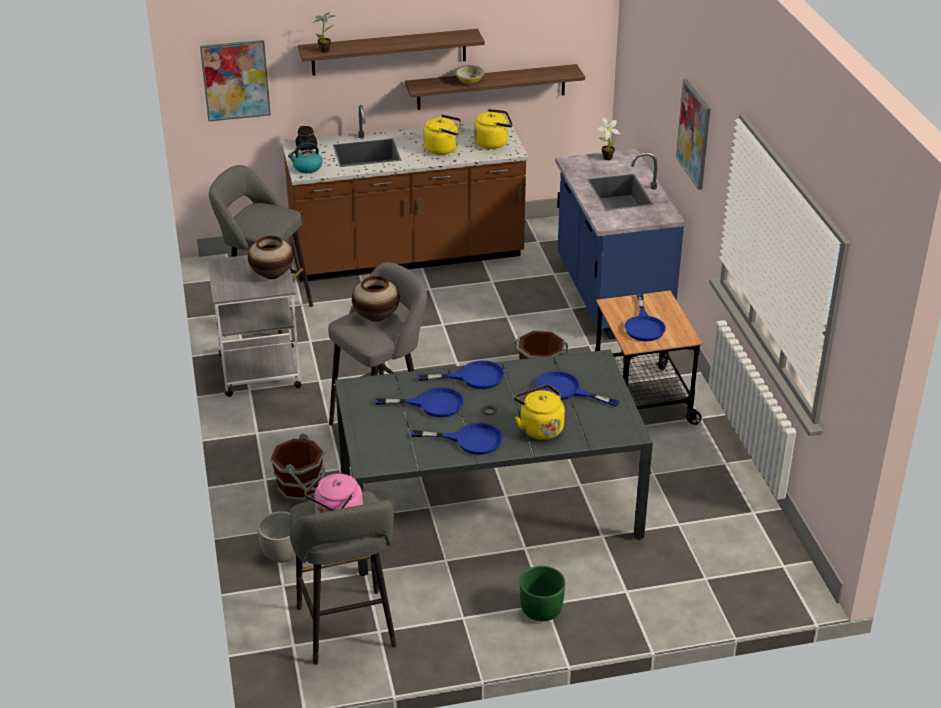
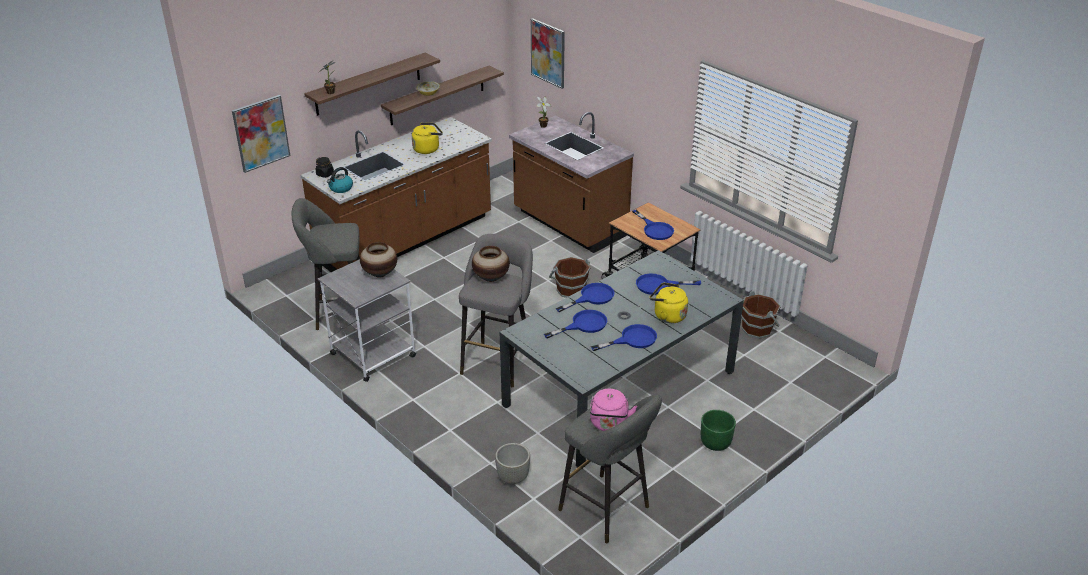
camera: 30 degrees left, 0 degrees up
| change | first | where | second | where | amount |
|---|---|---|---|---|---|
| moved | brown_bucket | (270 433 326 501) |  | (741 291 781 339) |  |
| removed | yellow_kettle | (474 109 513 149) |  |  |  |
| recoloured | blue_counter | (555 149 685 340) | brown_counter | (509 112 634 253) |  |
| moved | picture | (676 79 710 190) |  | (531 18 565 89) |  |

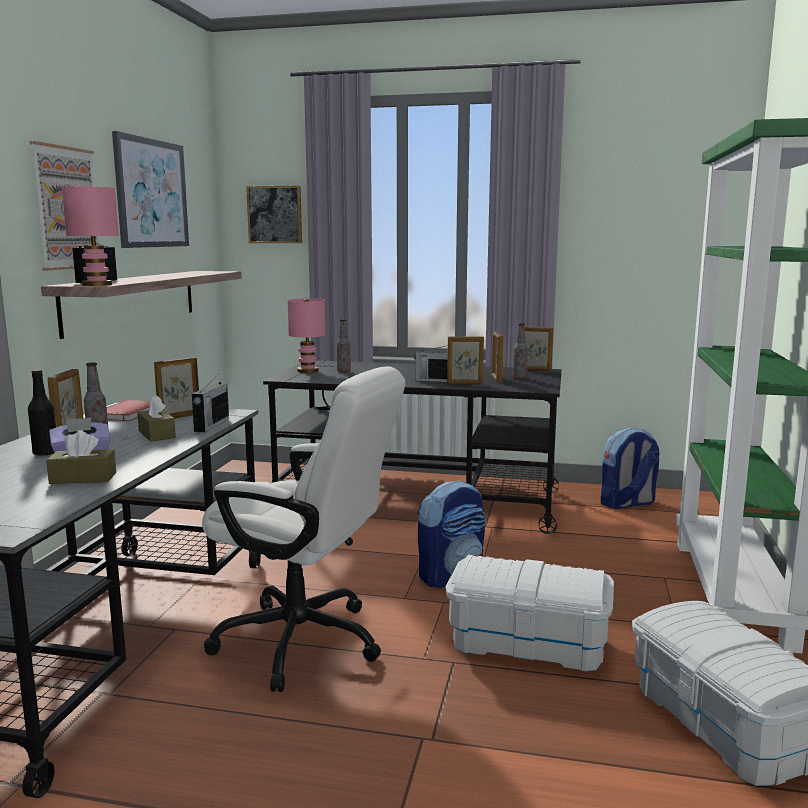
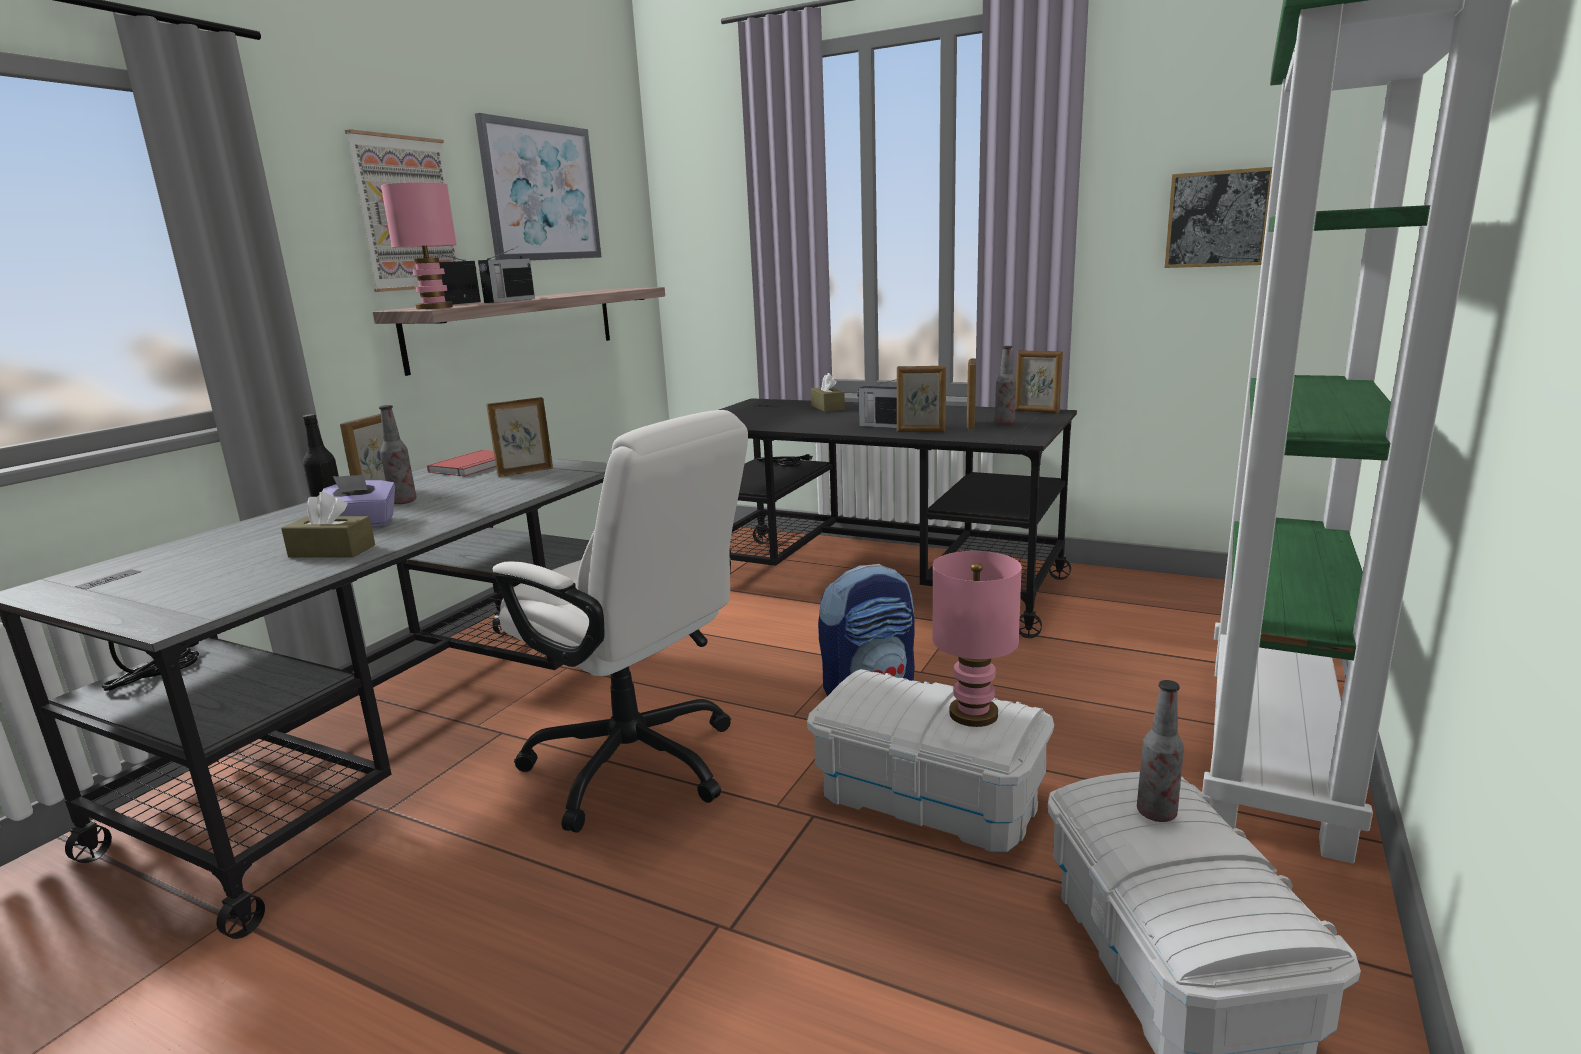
camera: 15 degrees right, 5 degrees up
| change | first | where | second | where | amount |
|---|---|---|---|---|---|
| moved | brown_tissue_box | (137 395 176 442) |  | (811 373 845 412) |  |
| moved | radio | (192 376 229 432) |  | (478 247 535 303) |  |
| moved | picture | (246 185 302 243) |  | (1165 167 1272 268) |  |
| moved | pink_table_lamp | (287 298 326 373) |  | (932 551 1022 727) |  |
| moved | bottle | (337 319 351 373) |  | (1137 680 1184 822) |  |
| removed | backpack | (601 428 660 509) |  |  |  |

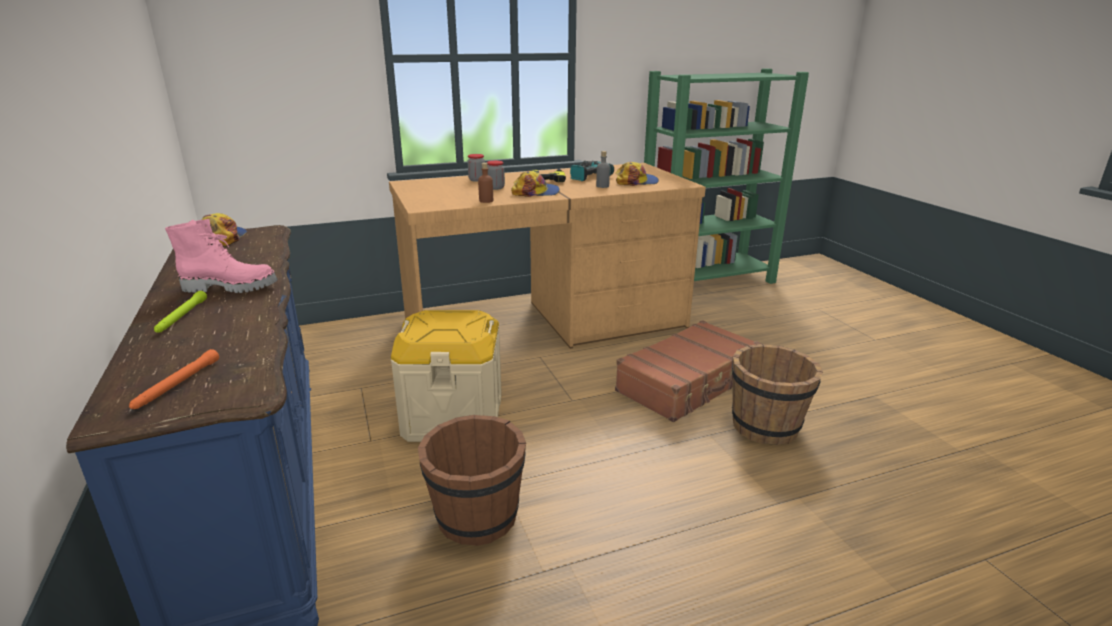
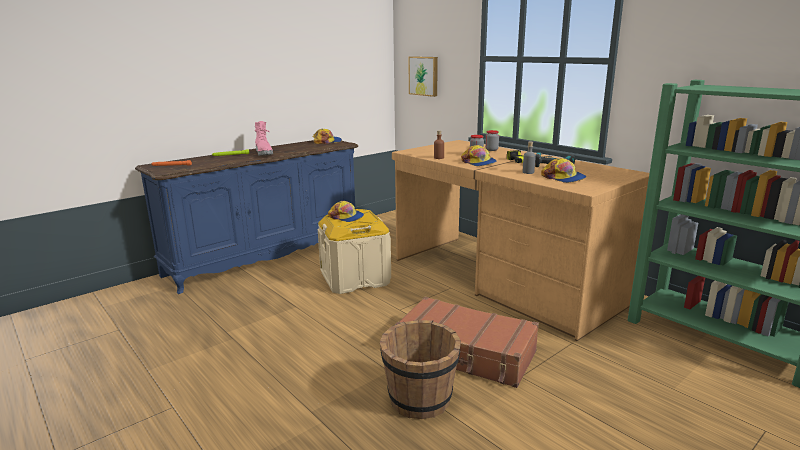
camera: 70 degrees right, 5 degrees down
| change | first | where | second | where | amount |
|---|---|---|---|---|---|
| removed | brown_bucket | (418 415 526 546) |  |  |  |
| added |  |  | cap | (328 201 364 222) |  |
| added |  |  | picture | (409 56 438 97) |  |

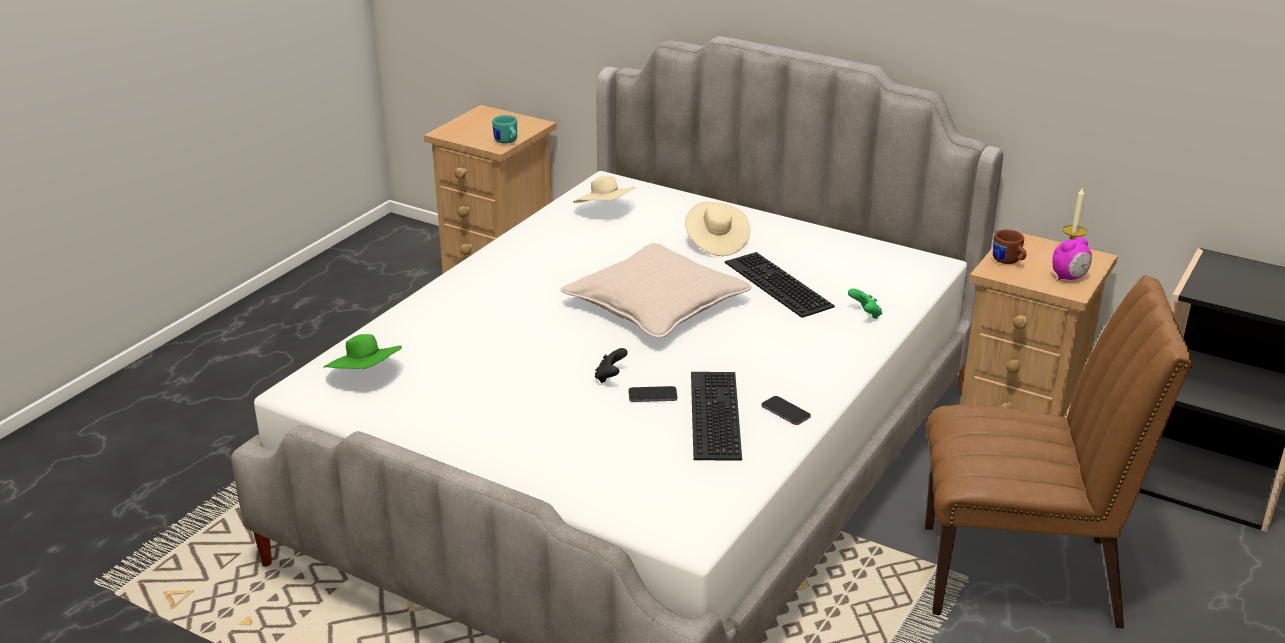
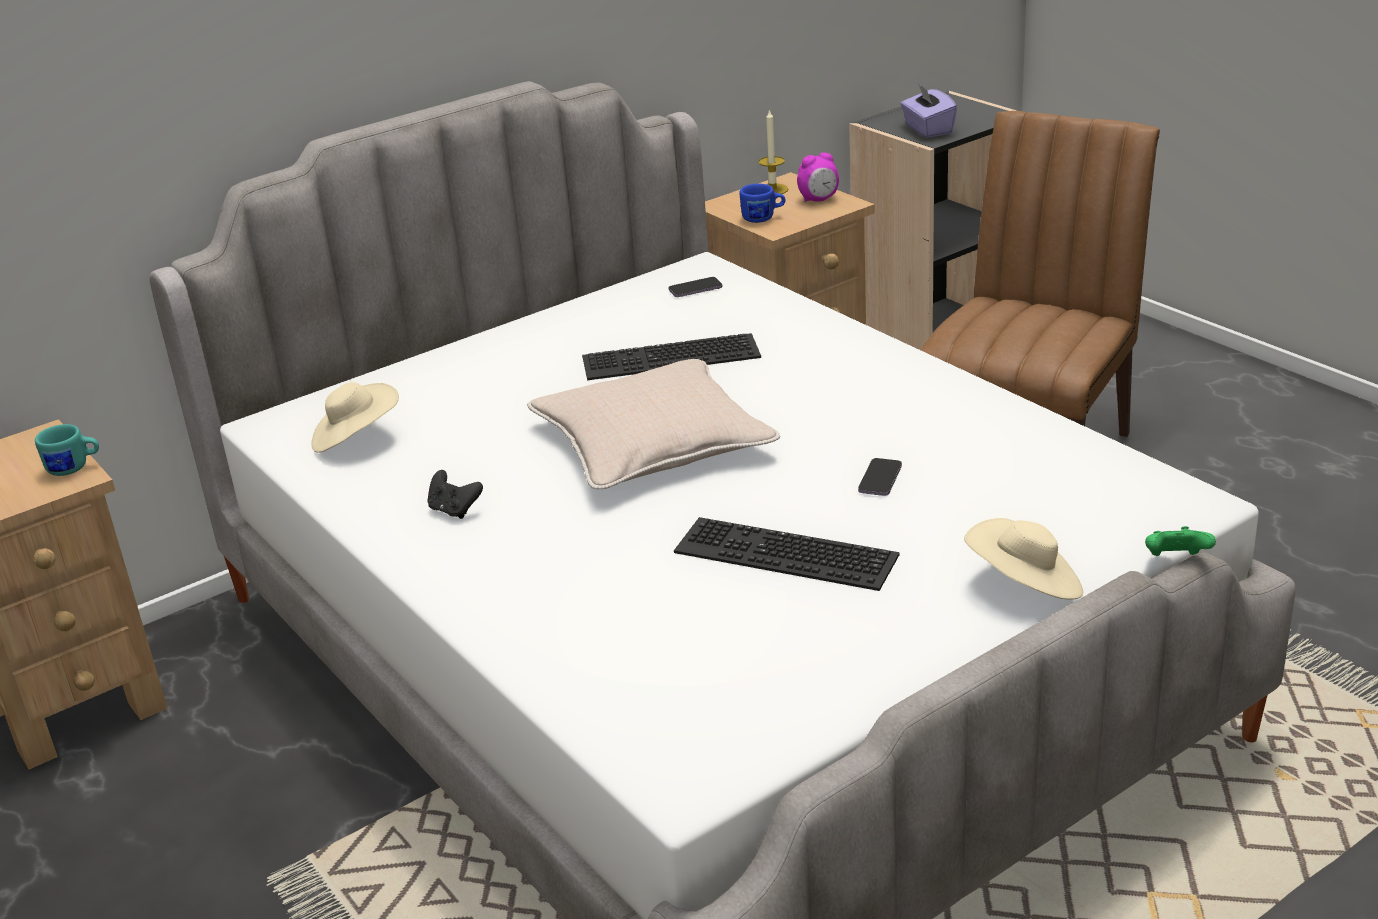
camera: 65 degrees left, 0 degrees up
| change | first | where | second | where | amount |
|---|---|---|---|---|---|
| removed | green_hat | (324 334 402 369) |  |  |  |
| moved | black_game_controller | (595 348 628 383) |  | (427 470 483 519) |  |
| moved | beige_hat | (685 202 750 256) |  | (964 518 1083 599) |  |
| moved | keyboard | (691 372 742 461) |  | (674 517 900 591) |  |
| moved | phone | (761 396 811 425) |  | (668 277 723 297) |  |
| moved | green_game_controller | (848 288 882 319) |  | (1145 526 1216 556) |  |
| recoloured | brown_mug | (993 230 1027 264) | blue_mug | (740 184 785 223) |  |
| turned | alarm_clock | (1052 237 1092 280) |  | (797 152 839 202) | 75 degrees clockwise |
| added |  |  | purple_tissue_box | (901 83 957 138) |  |

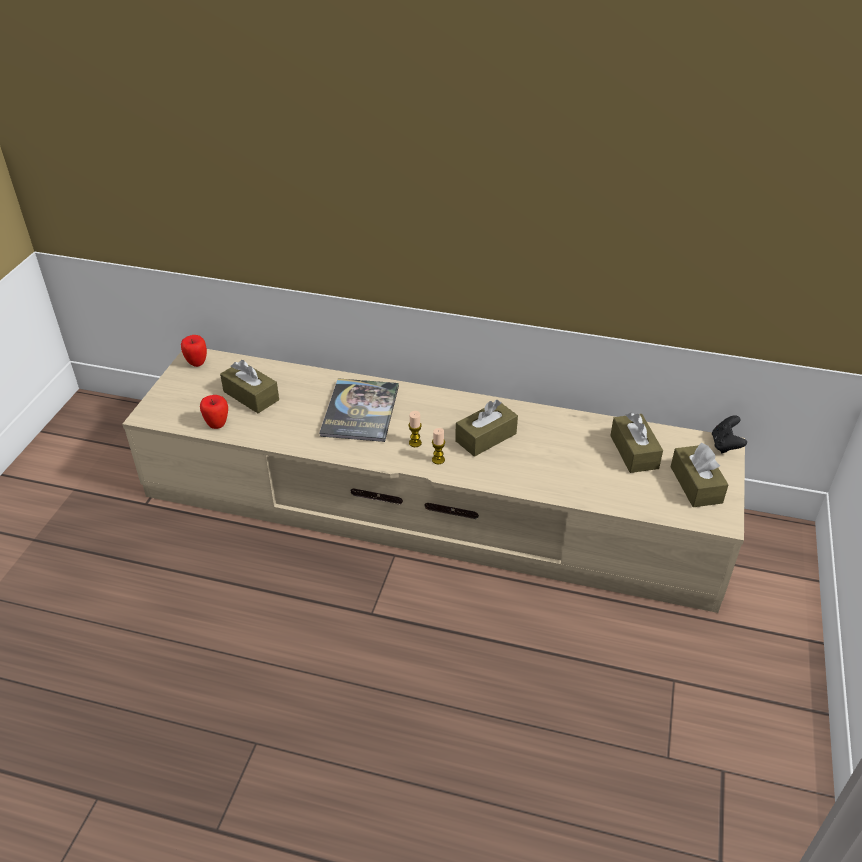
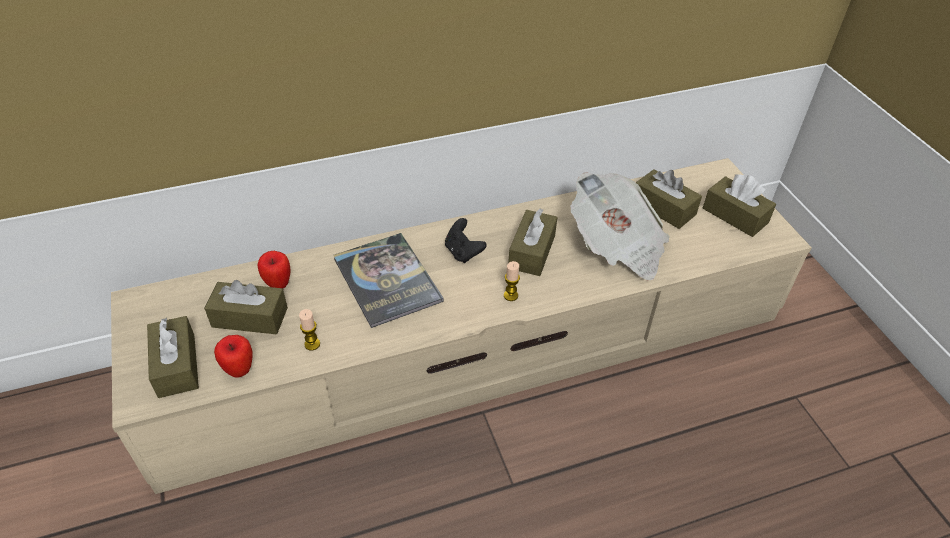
camera: 35 degrees left, 5 degrees up
| change | first | where | second | where | amount |
|---|---|---|---|---|---|
| moved | apple | (181 335 207 367) |  | (257 251 291 288) |  |
| moved | candle | (408 411 422 447) |  | (299 309 320 351) |  |
| moved | black_game_controller | (712 415 747 453) |  | (445 218 487 263) |  |
| added |  |  | brown_tissue_box | (147 316 199 398) |  |
| added |  |  | newspaper | (570 172 670 281) |  |

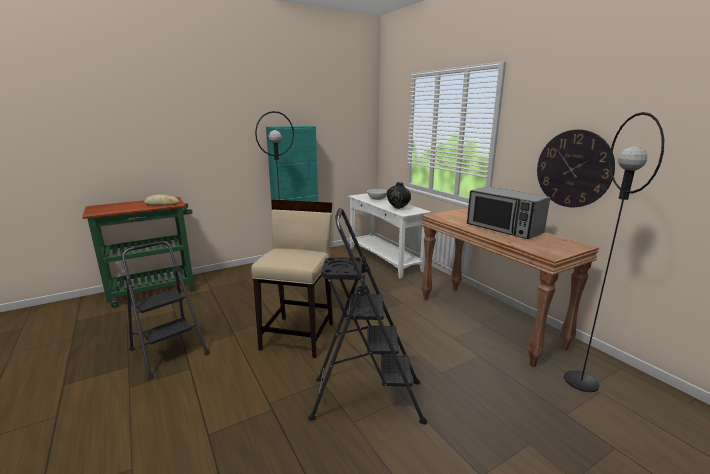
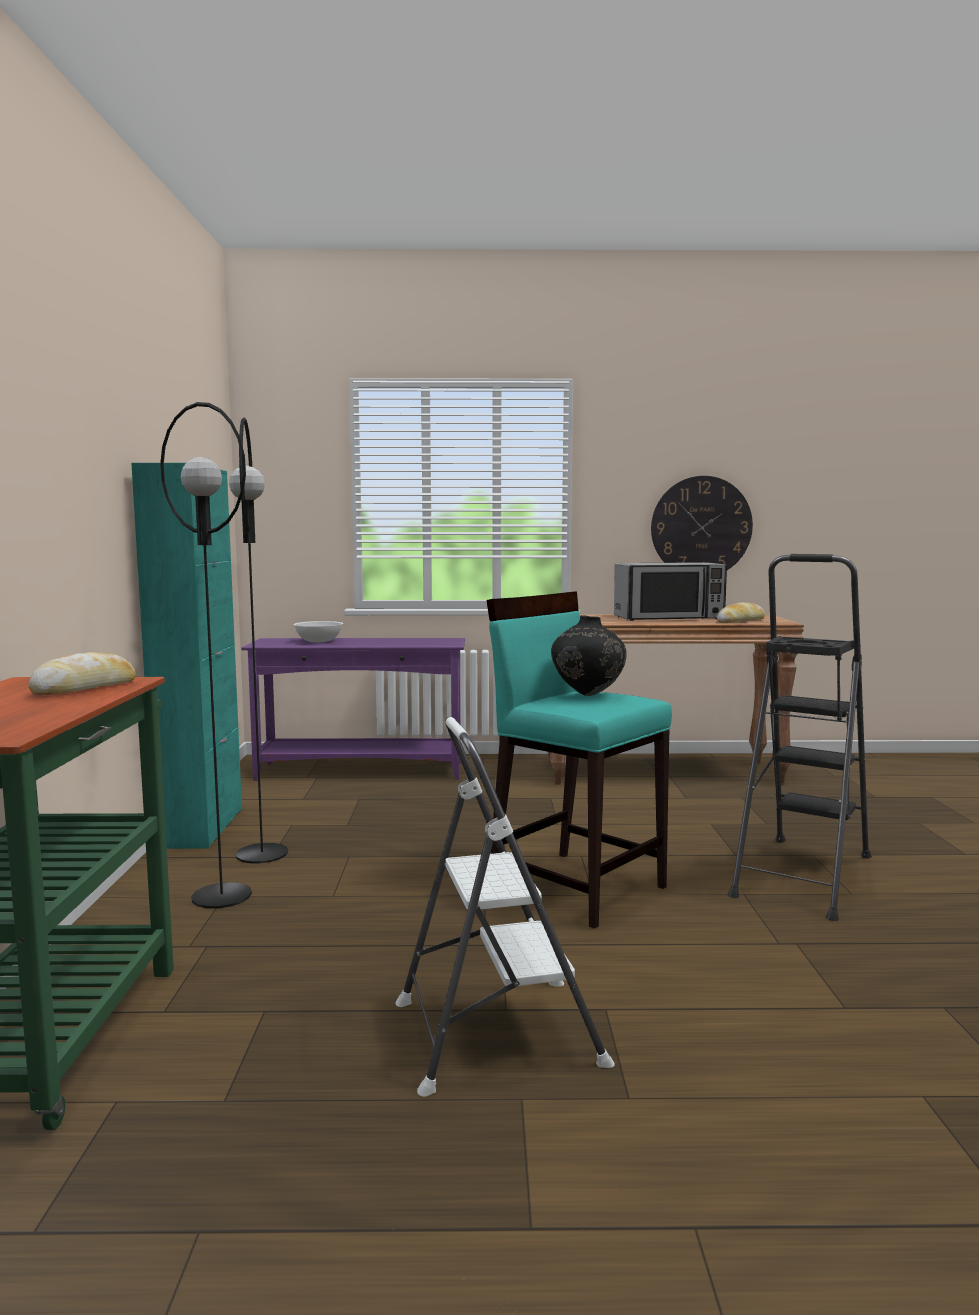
camera: 60 degrees left, 10 degrees down
| change | first | where | second | where | amount |
|---|---|---|---|---|---|
| recoloured | black_step_ladder | (122 241 210 380) | white_step_ladder | (396 717 615 1097) |  |
| recoloured | beige_stool | (251 200 333 358) | turquoise_stool | (486 591 672 929) |  |
| recoloured | white_console_table | (348 193 431 278) | purple_console_table | (241 638 465 781) |  |
| moved | black_vase | (387 182 411 209) |  | (551 615 627 696) |  |
| moved | black_floor_lamp | (564 112 664 392) |  | (160 402 252 908) |  |
| added |  |  | bread | (717 603 765 623) |  |

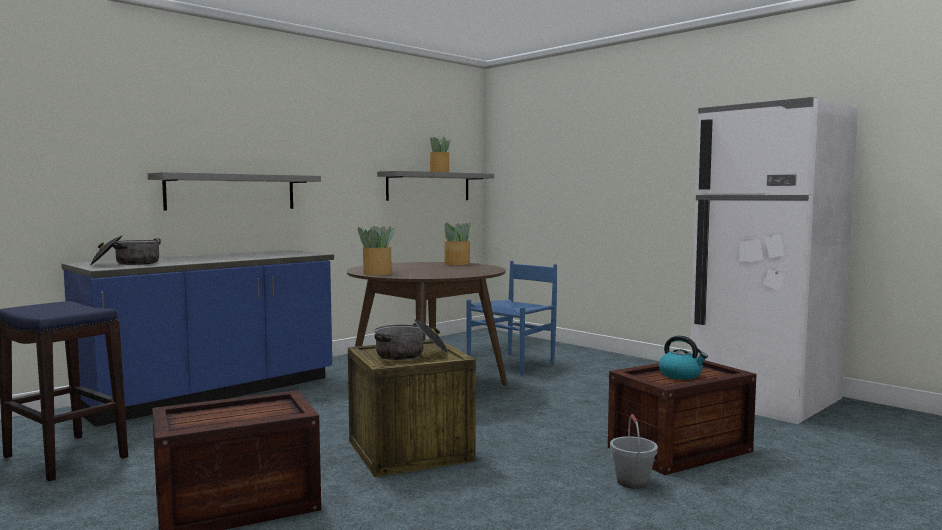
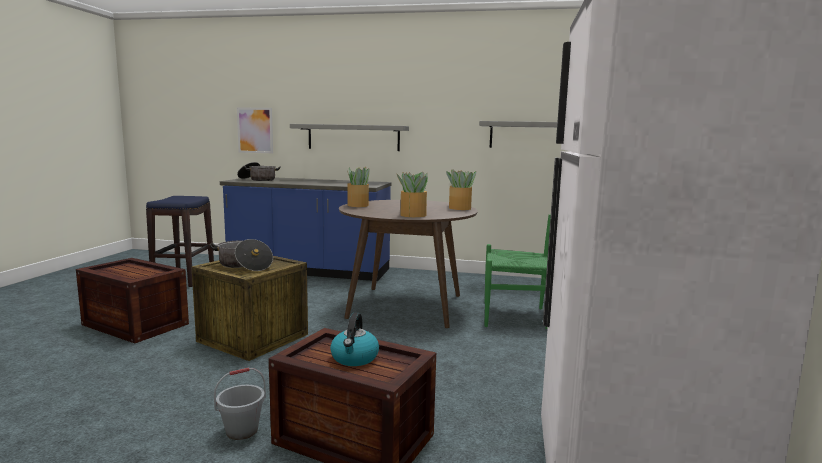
camera: 55 degrees right, 5 degrees up
| change | first | where | second | where | amount |
|---|---|---|---|---|---|
| moved | potted_plant | (430 137 451 172) |  | (396 172 428 217) |  |
| recoloured | blue_chair | (466 261 557 376) | green_chair | (484 214 551 329) |  |
| added |  |  | picture | (237 107 273 153) |  |

